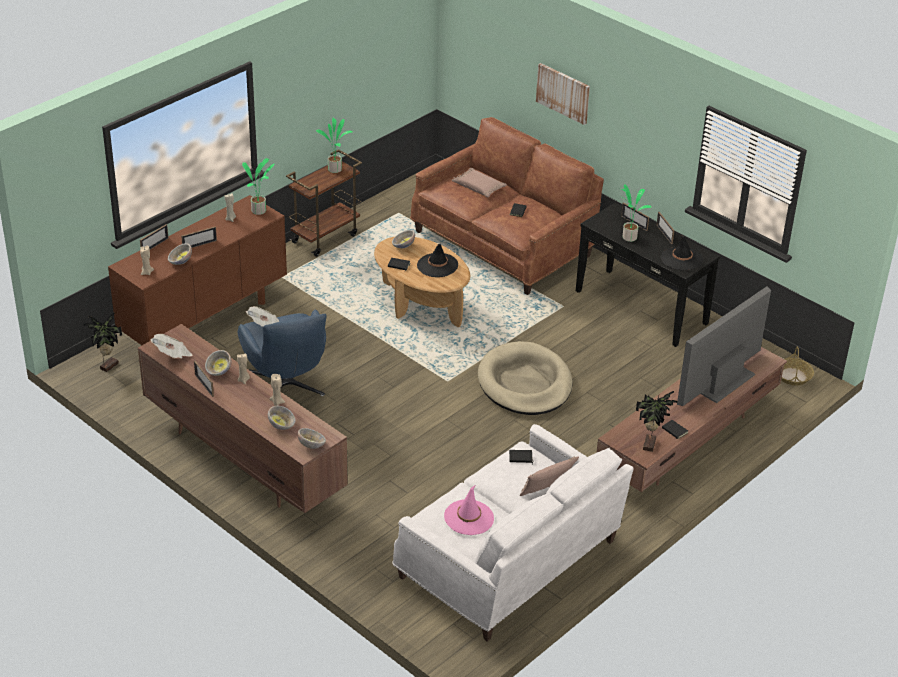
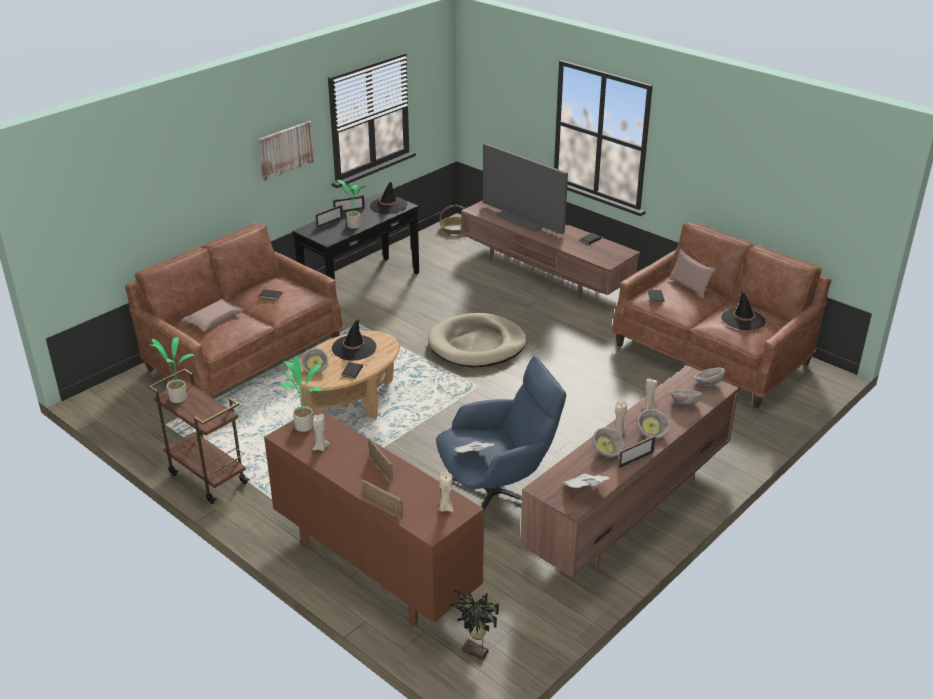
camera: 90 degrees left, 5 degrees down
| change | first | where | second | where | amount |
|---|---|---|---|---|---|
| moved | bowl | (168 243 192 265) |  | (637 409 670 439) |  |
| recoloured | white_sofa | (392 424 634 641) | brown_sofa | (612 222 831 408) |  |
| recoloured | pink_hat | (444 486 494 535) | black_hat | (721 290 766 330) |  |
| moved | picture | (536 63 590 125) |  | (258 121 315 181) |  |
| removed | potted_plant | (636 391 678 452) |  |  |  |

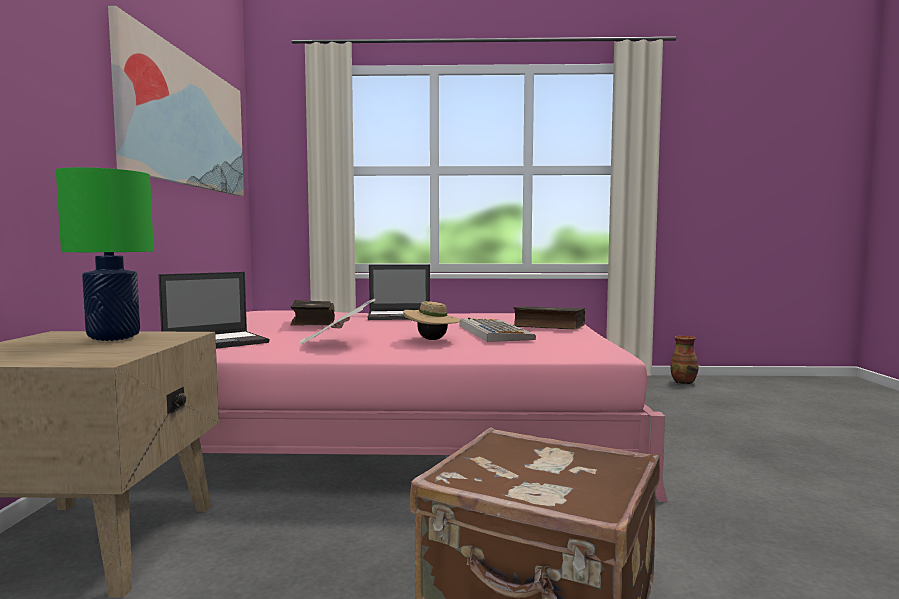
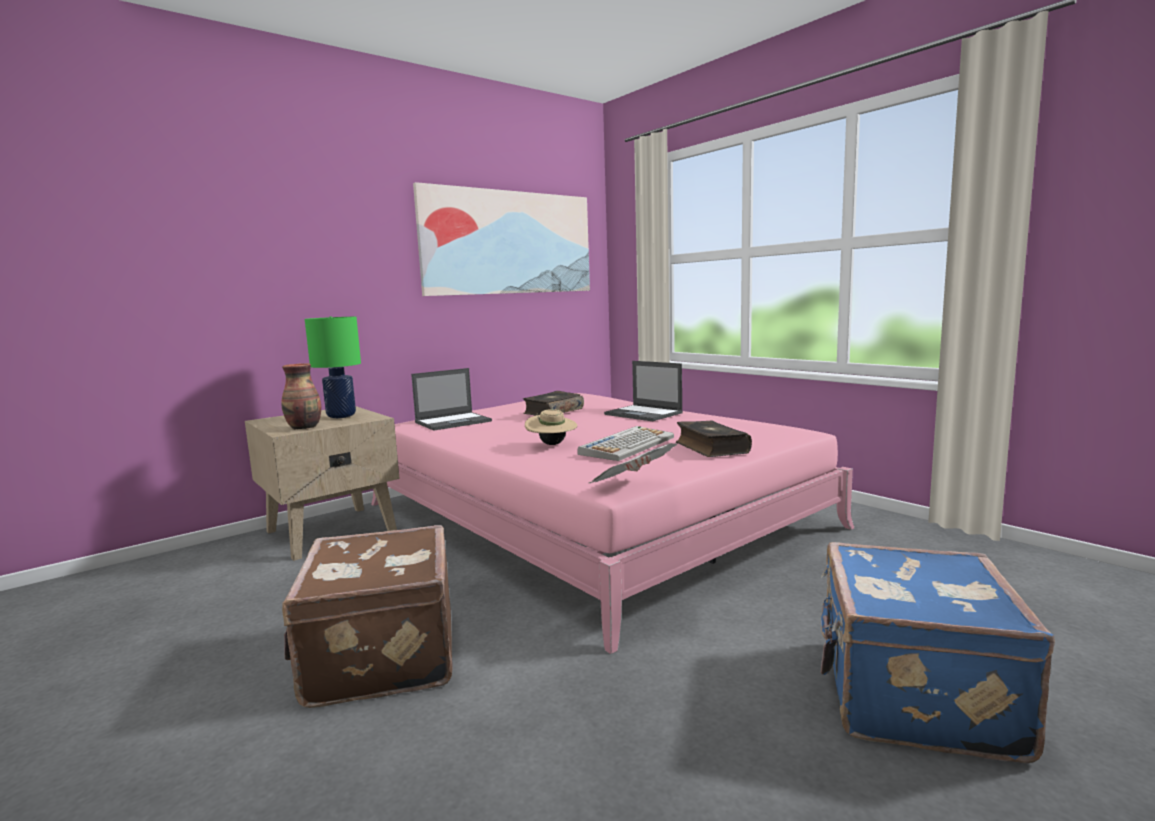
camera: 50 degrees right, 5 degrees up
| change | first | where | second | where | amount |
|---|---|---|---|---|---|
| turned | laptop | (158 272 269 349) |  | (411 368 492 431) | 45 degrees counterclockwise |
| moved | newspaper | (299 299 376 344) |  | (589 443 677 483) |  |
| moved | vase | (670 336 699 384) |  | (281 363 321 429) |  |
| added |  |  | blue_suitcase | (821 542 1055 764) |  |

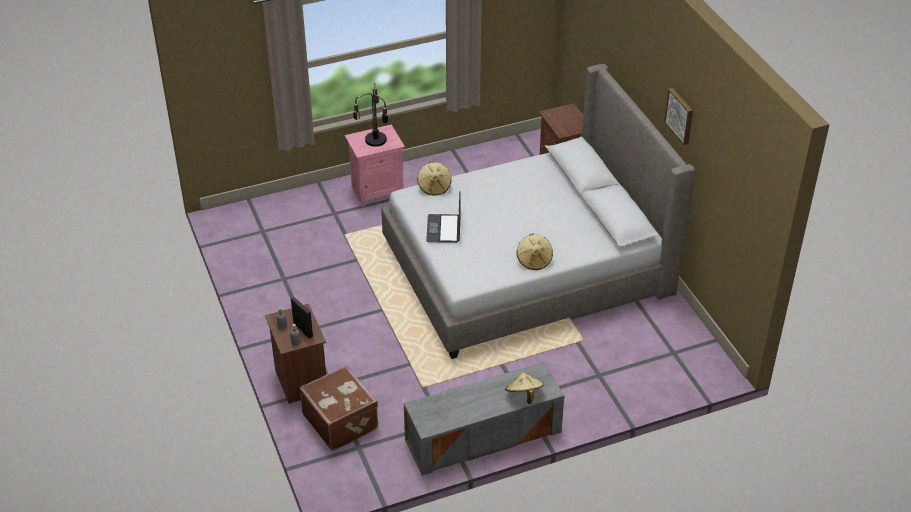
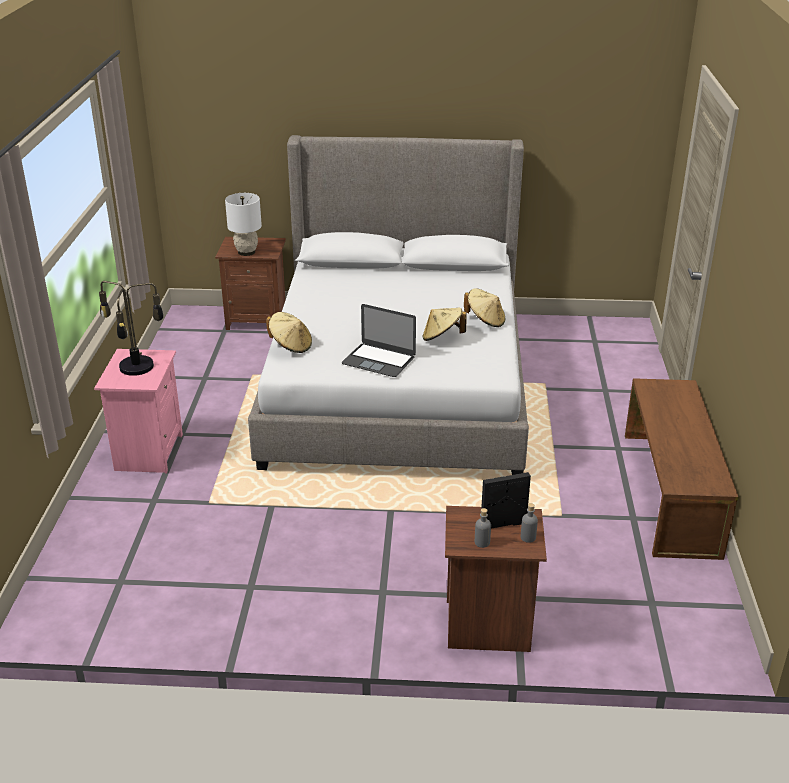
camera: 65 degrees left, 10 degrees down
| change | first | where | second | where | amount |
|---|---|---|---|---|---|
| removed | brown_suitcase | (300 365 378 451) |  |  |  |
| recoloured | grey_bench | (404 362 565 476) | brown_bench | (625 378 738 560) |  |
| moved | beige_hat | (505 372 544 404) |  | (423 308 466 341) |  |
| removed | picture | (664 88 693 145) |  |  |  |
| added |  |  | white_table_lamp | (225 193 262 256) |  |

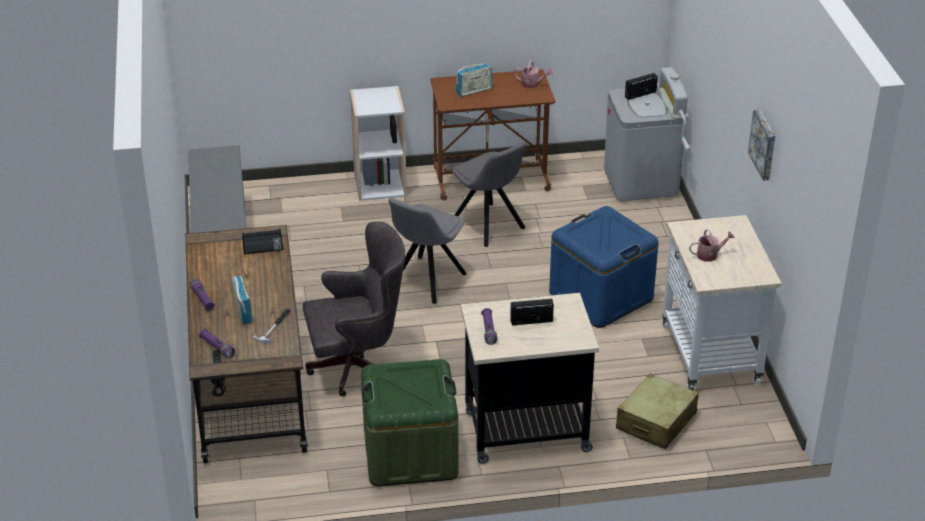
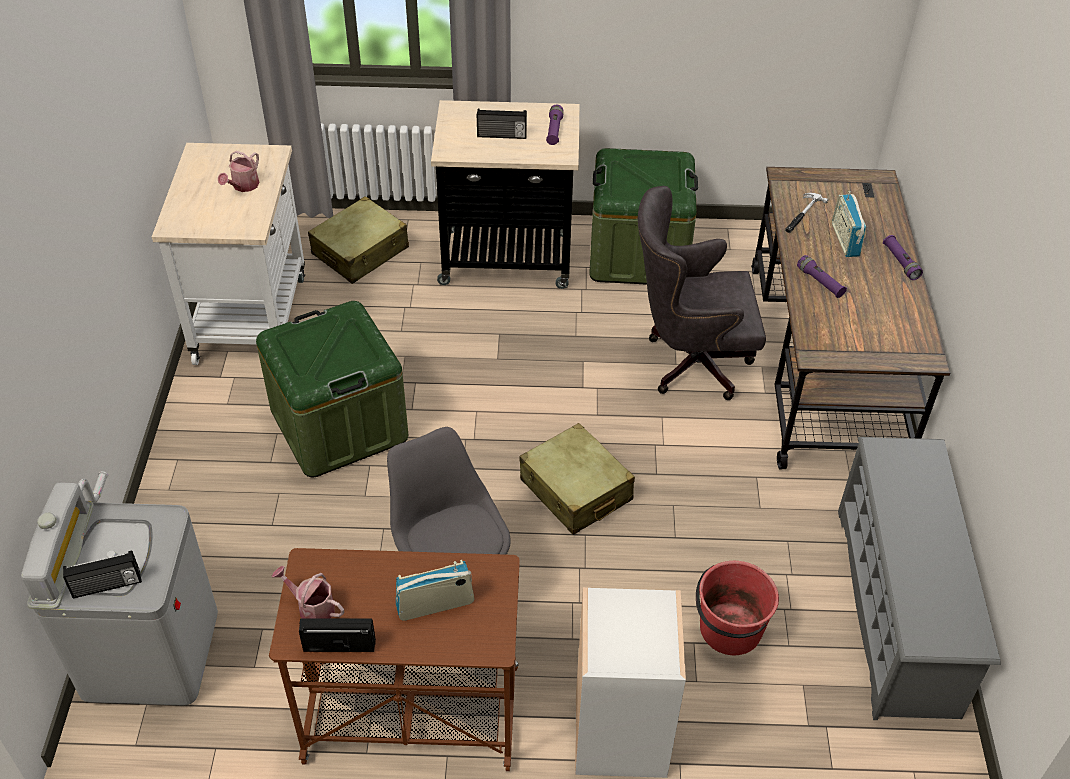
camera: 170 degrees left, 10 degrees up
| change | first | where | second | where | amount |
|---|---|---|---|---|---|
| moved | purple_flashlight | (199 329 235 358) |  | (797 255 847 298) |  |
| moved | radio | (242 229 283 255) |  | (299 618 376 652) |  |
| replaced | grey_chair | (388 198 467 304) | beige_suitcase | (519 423 635 535) |  |
| recoloured | blue_storage_box | (549 206 659 328) | green_storage_box | (256 301 408 477) |  |
| turned | watering_can | (689 230 735 262) |  | (218 151 259 192) | 60 degrees counterclockwise |
| removed | picture | (748 109 775 181) |  |  |  |
| added |  |  | red_bucket | (696 561 779 655) |  |

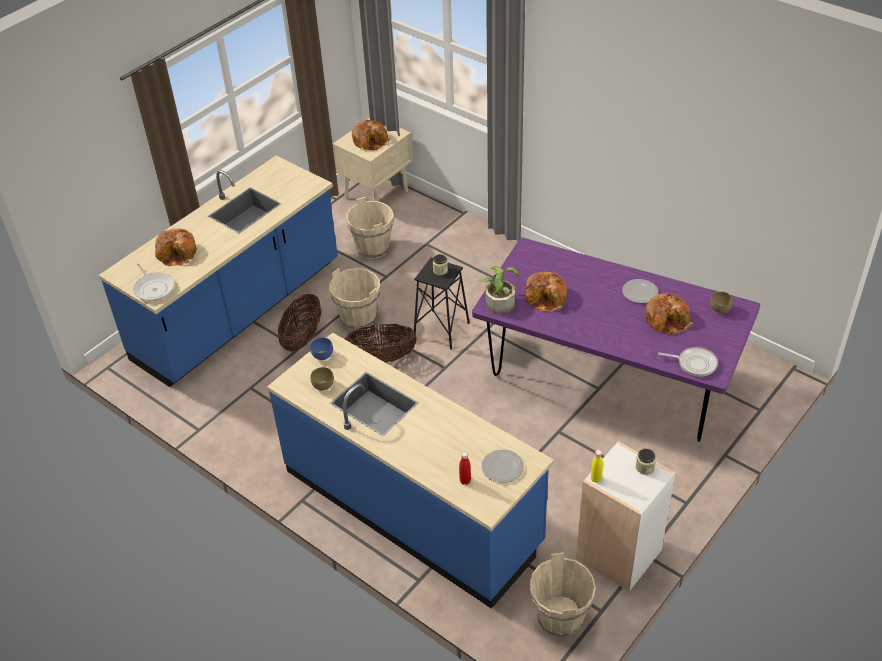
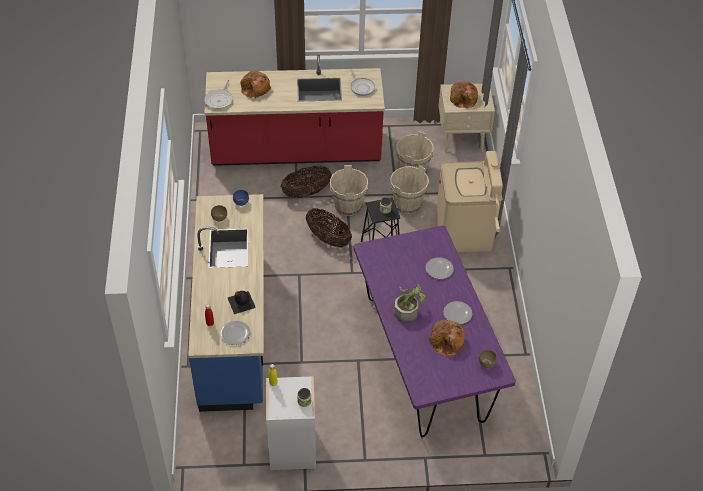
camera: 45 degrees right, 5 degrees up
| change | first | where | second | where | amount |
|---|---|---|---|---|---|
| recoloured | blue_counter | (98 156 338 387) | red_counter | (205 55 385 166) |  |
| moved | potted_plant | (478 266 520 314) |  | (394 285 425 322) |  |
| removed | bread | (525 272 567 312) |  |  |  |
| moved | beige_bucket | (530 552 596 637) |  | (390 165 429 214) |  |
| moved | frying_pan | (658 347 718 377) |  | (350 70 375 96) |  |
| added |  |  | black_bottle | (228 291 256 314) |  |
| added |  |  | plate | (426 257 454 279) |  |
| added |  |  | beige_washing_machine | (436 151 503 252) |  |

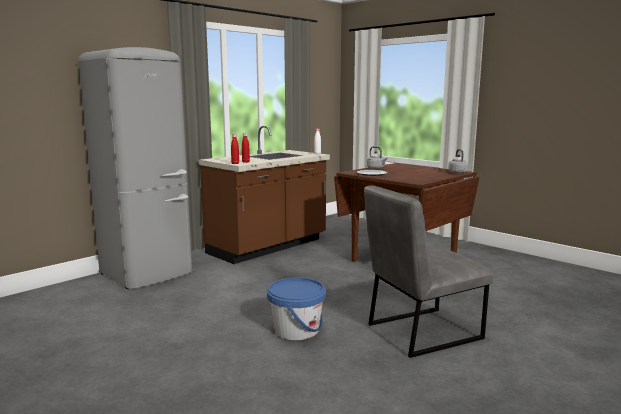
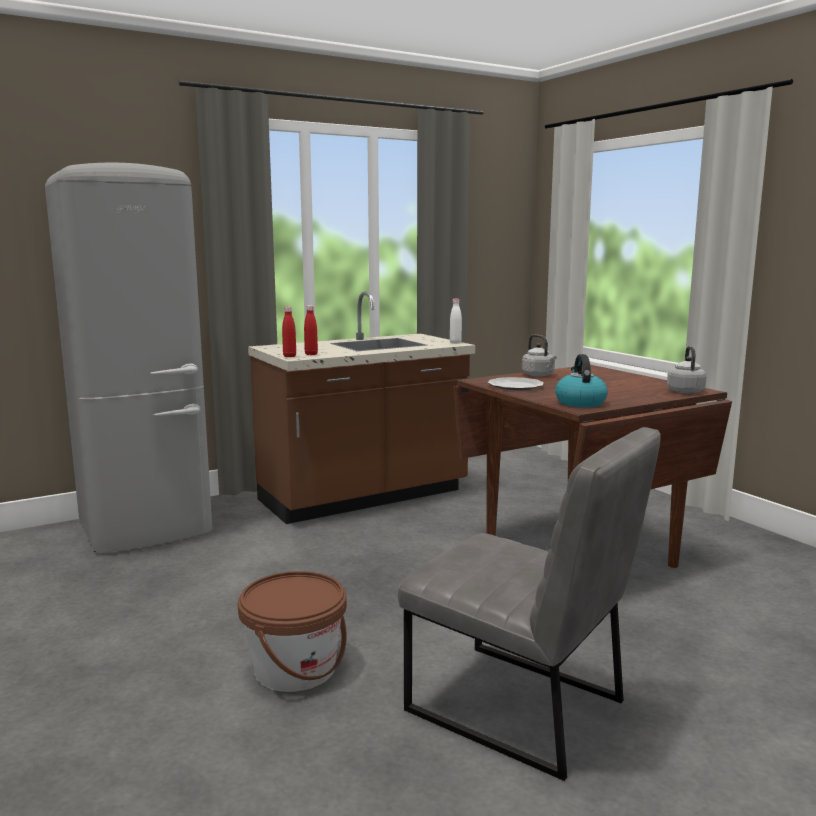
camera: 15 degrees right, 0 degrees up
| change | first | where | second | where | amount |
|---|---|---|---|---|---|
| recoloured | blue_bucket | (267 277 326 340) | brown_bucket | (238 571 347 692) |  |
| turned | grey_chair | (364 185 494 358) |  | (398 427 661 781) | 135 degrees counterclockwise |
| added |  |  | kettle | (555 354 608 407) |  |

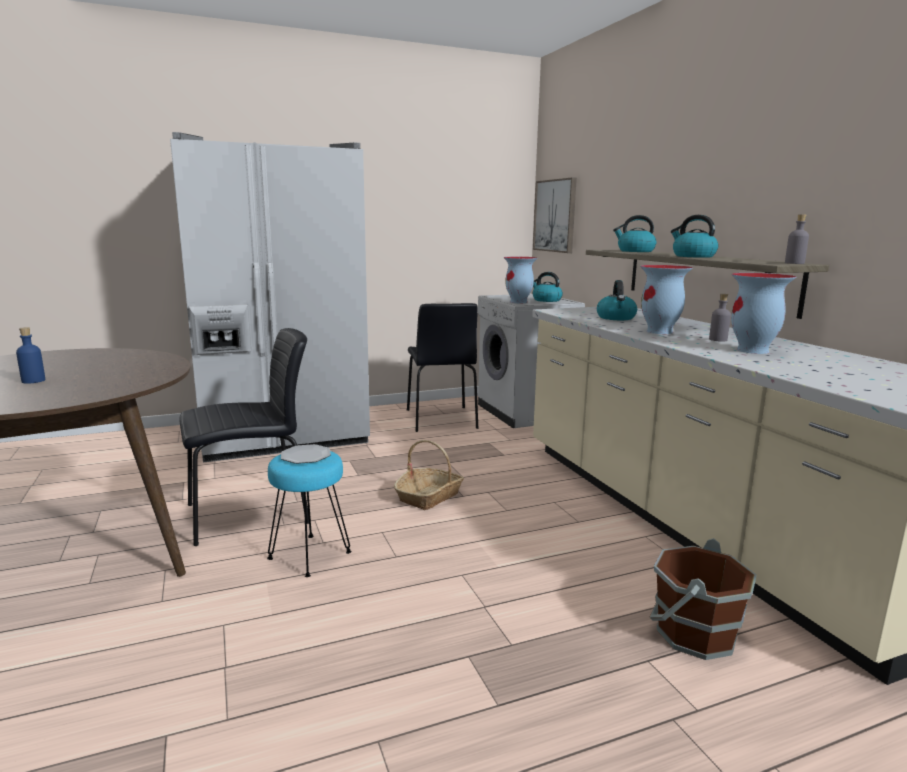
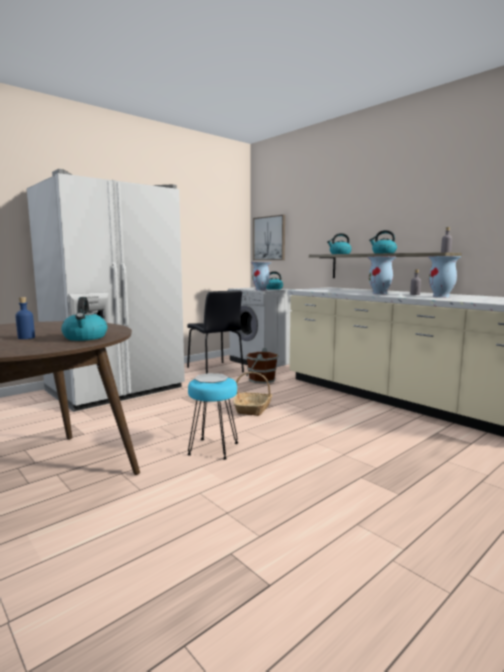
camera: 20 degrees left, 5 degrees down
| change | first | where | second | where | amount |
|---|---|---|---|---|---|
| removed | black_chair | (179 328 309 546) |  |  |  |
| moved | kettle | (597 280 637 320) |  | (61 297 107 341) |  |
| moved | brown_bucket | (649 538 757 660) |  | (246 347 279 384) |  |

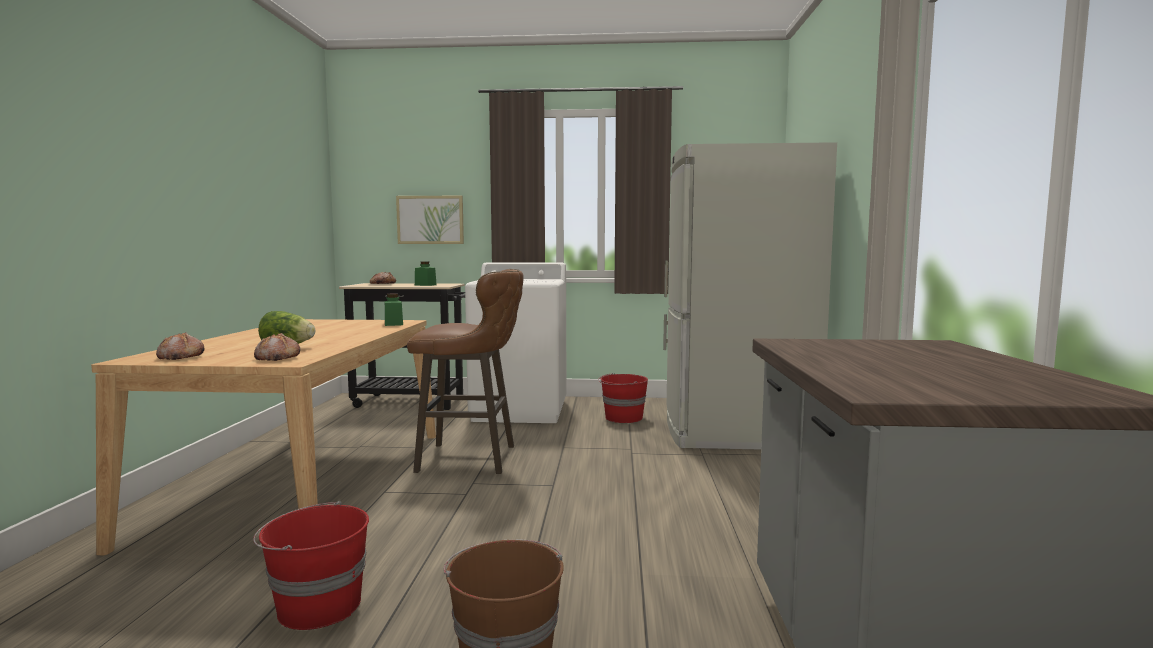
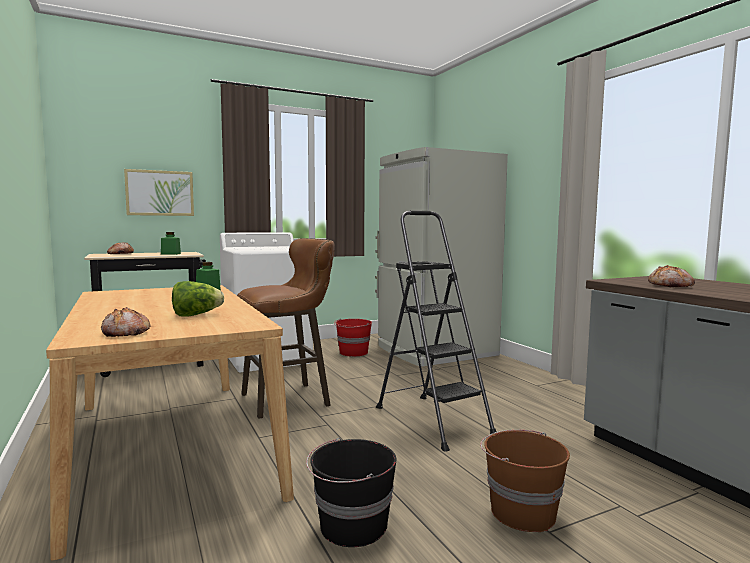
camera: 30 degrees left, 0 degrees up
| change | first | where | second | where | amount |
|---|---|---|---|---|---|
| recoloured | red_bucket | (253 501 369 630) | black_bucket | (306 438 396 547) |  |
| moved | bread | (254 333 300 361) |  | (648 265 695 287) |  |
| added |  |  | step_ladder | (376 210 497 451) |  |

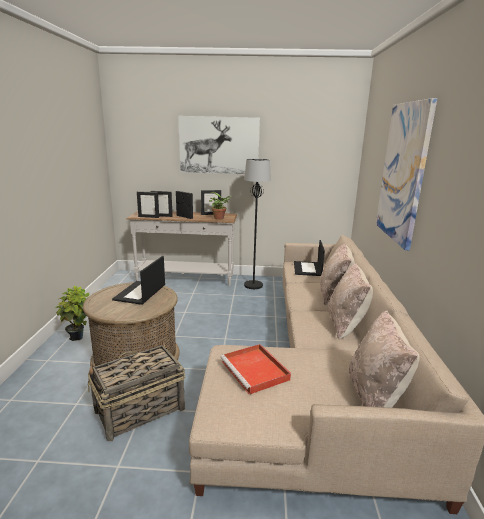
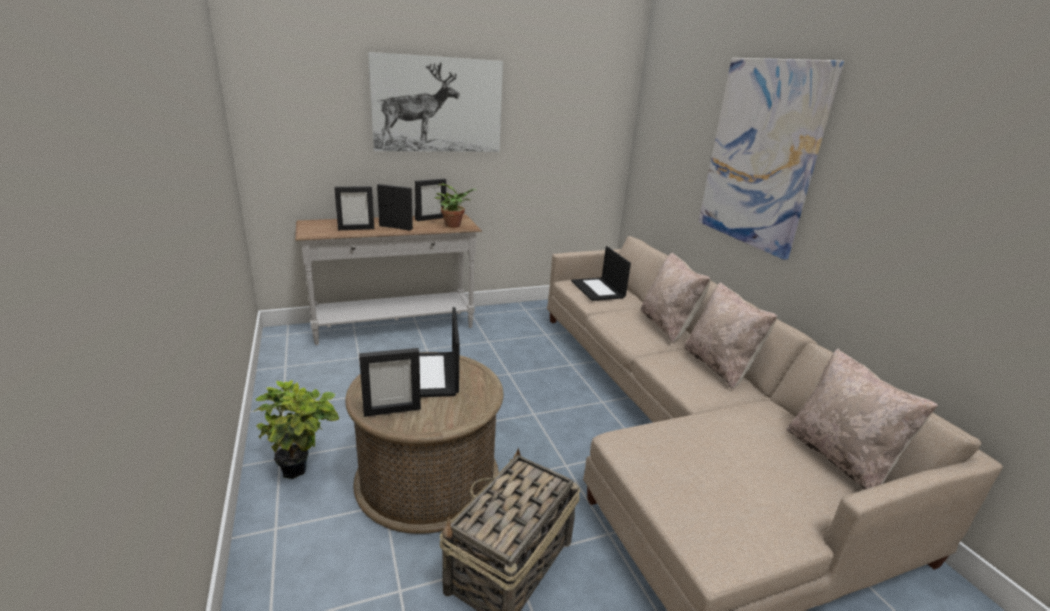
camera: 25 degrees left, 5 degrees up
| change | first | where | second | where | amount |
|---|---|---|---|---|---|
| moved | picture_frame | (137 191 159 218) |  | (359 348 421 417) |  |
| removed | red_tray | (220 344 291 395) |  |  |  |
| removed | black_floor_lamp | (244 159 271 289) |  |  |  |

